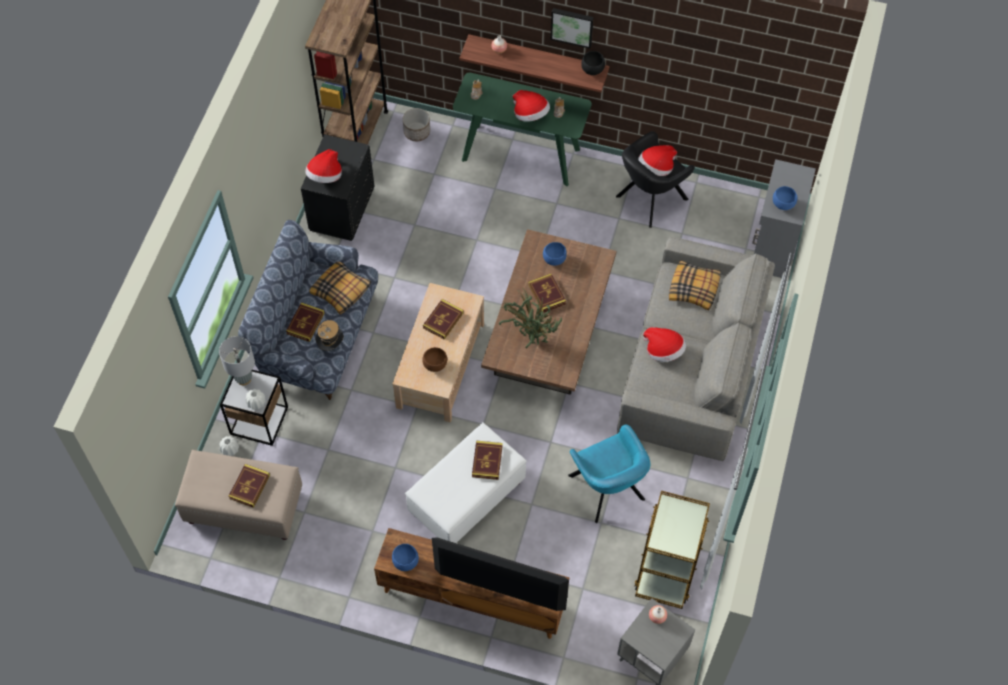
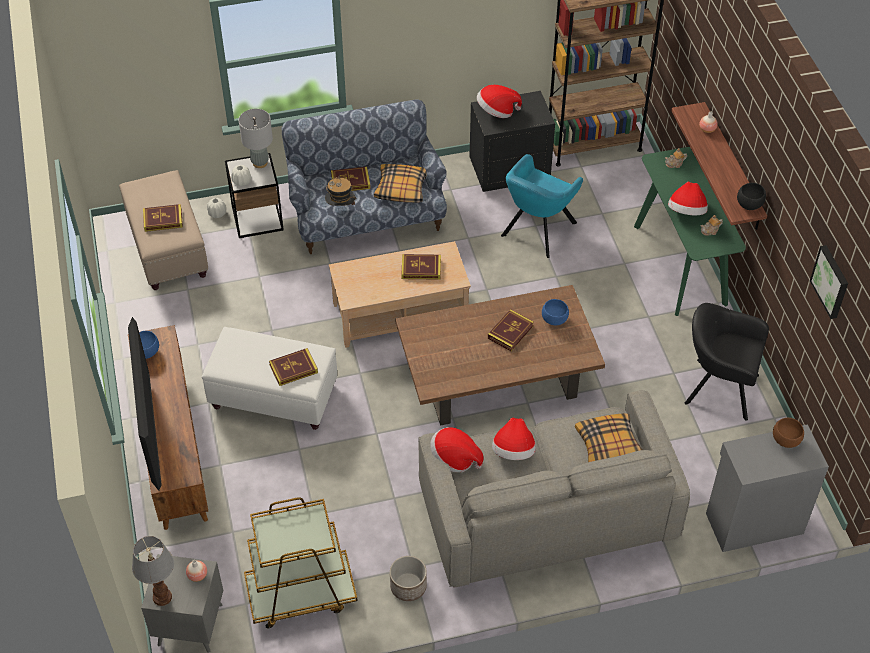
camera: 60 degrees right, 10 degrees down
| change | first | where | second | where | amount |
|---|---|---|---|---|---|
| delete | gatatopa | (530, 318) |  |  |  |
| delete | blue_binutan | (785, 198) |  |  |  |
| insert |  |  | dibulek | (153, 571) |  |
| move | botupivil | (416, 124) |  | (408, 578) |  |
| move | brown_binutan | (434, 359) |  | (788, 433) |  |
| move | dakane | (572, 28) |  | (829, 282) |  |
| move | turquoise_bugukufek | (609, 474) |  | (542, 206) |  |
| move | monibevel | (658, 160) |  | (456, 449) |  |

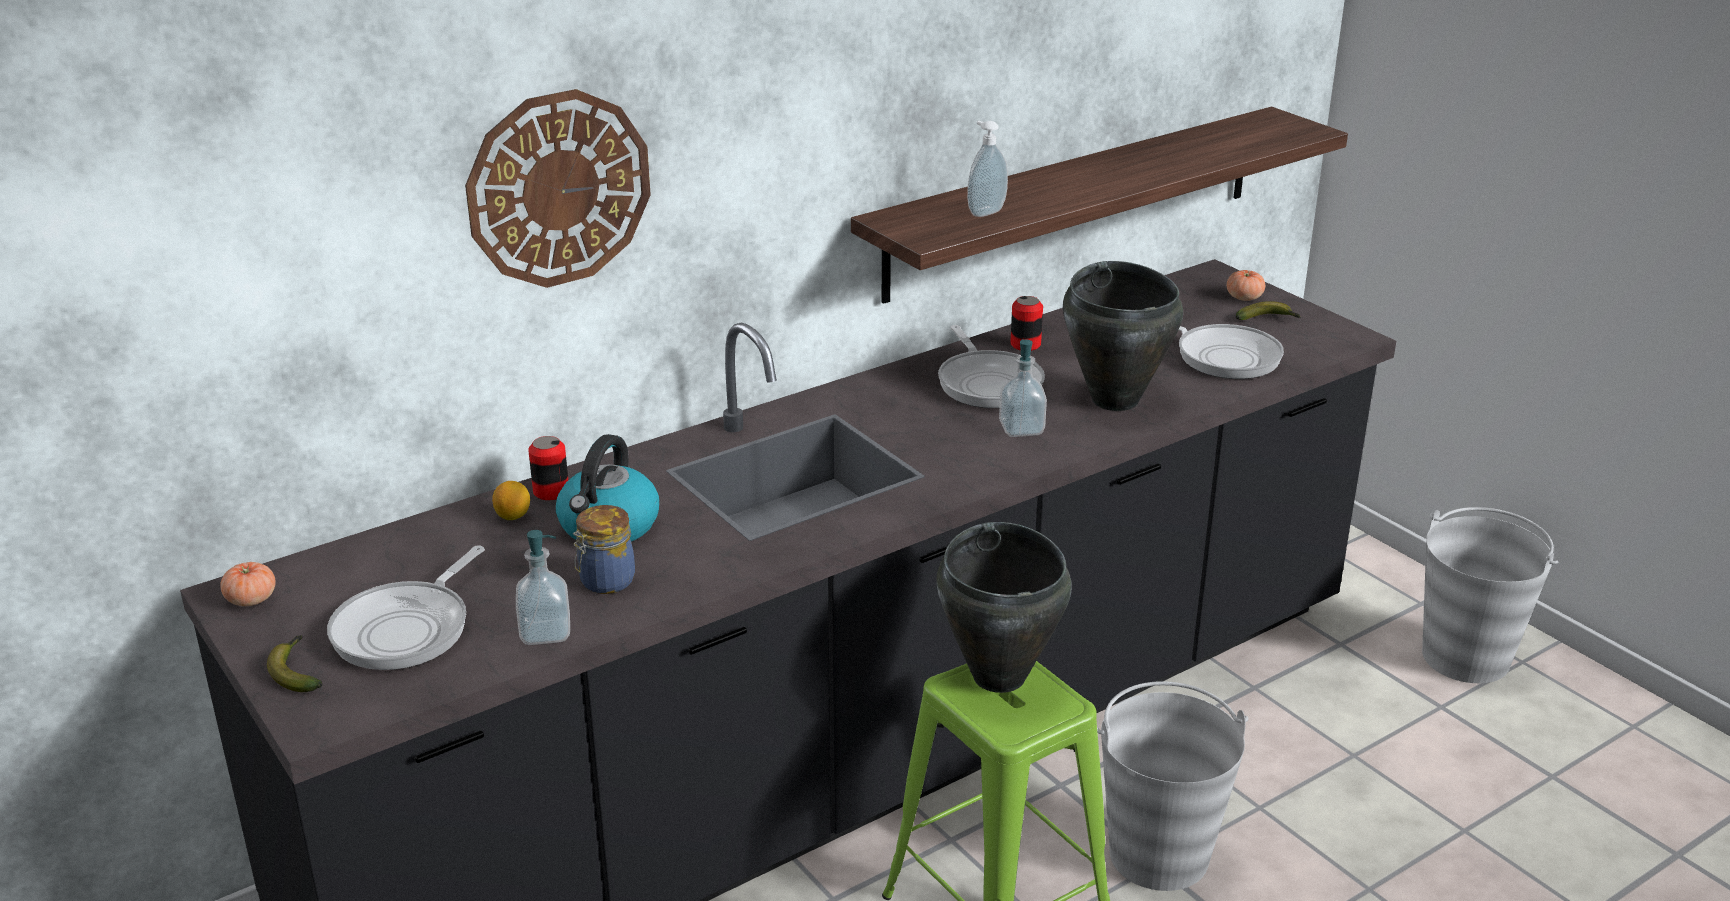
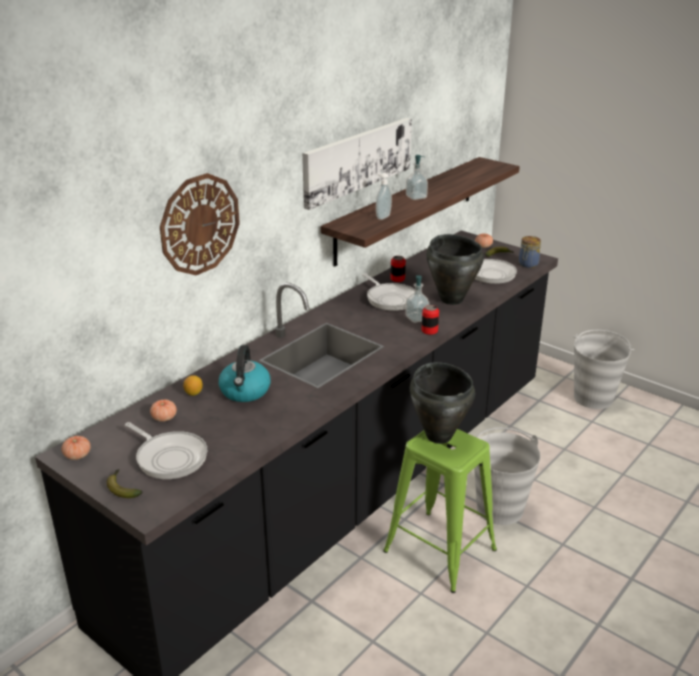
camera: 15 degrees left, 0 degrees up
| change | first | where | second | where | amount |
|---|---|---|---|---|---|
| insert |  |  | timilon | (163, 410) |  |
| insert |  |  | dakane | (357, 164) |  |
| move | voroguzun | (543, 587) |  | (417, 177) |  |
| move | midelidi | (548, 468) |  | (430, 320) |  |
| move | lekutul | (604, 549) |  | (530, 252) |  |
| rotate | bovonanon | (406, 607) |  | (166, 450) | 60 degrees counterclockwise |

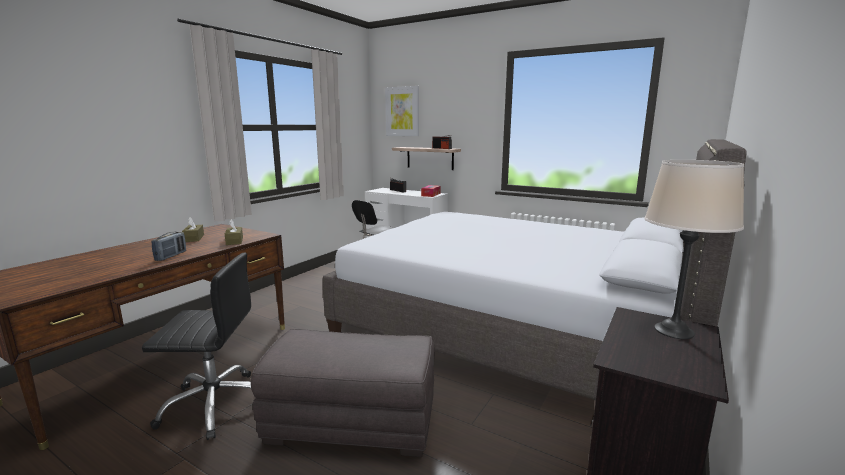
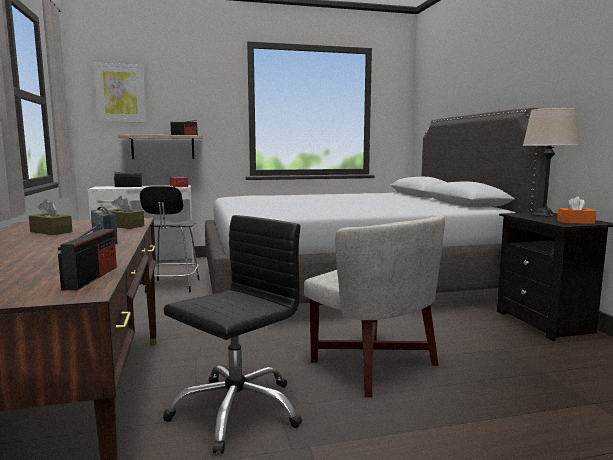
camera: 45 degrees left, 5 degrees down
| change | first | where | second | where | amount |
|---|---|---|---|---|---|
| insert |  |  | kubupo | (87, 256) |  |
| insert |  |  | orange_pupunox | (576, 210) |  |
| replace | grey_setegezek | (343, 393) | white_bugukufek | (374, 306) |  |

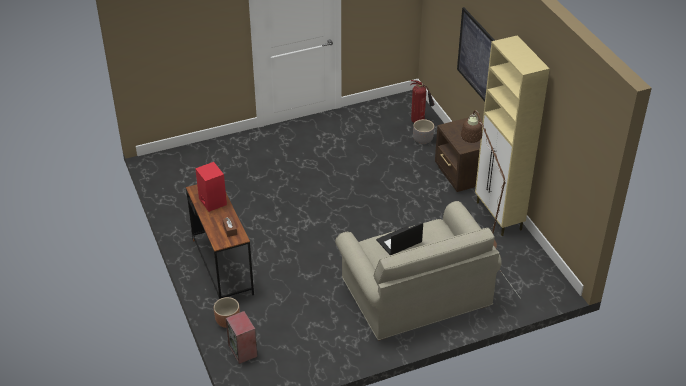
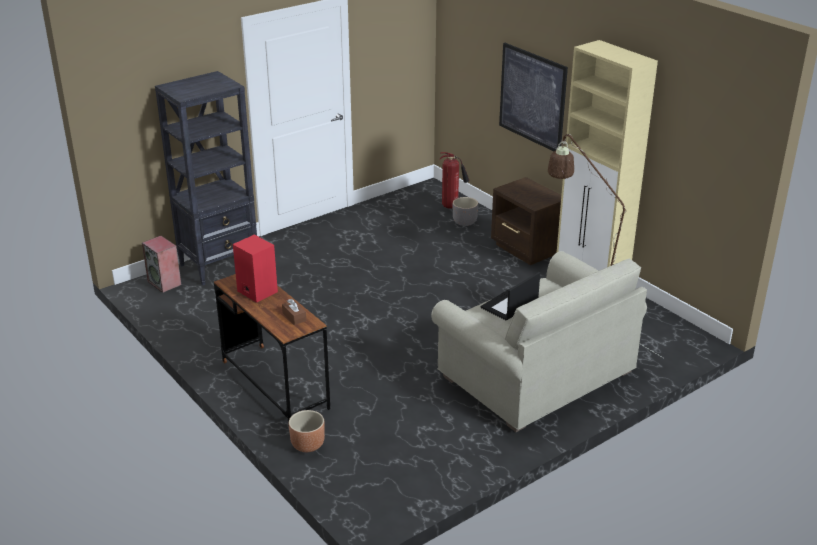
camera: 15 degrees left, 10 degrees down
| change | first | where | second | where | amount |
|---|---|---|---|---|---|
| insert |  |  | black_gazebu | (206, 178) |  |
| move | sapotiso | (242, 337) |  | (161, 264) |  |

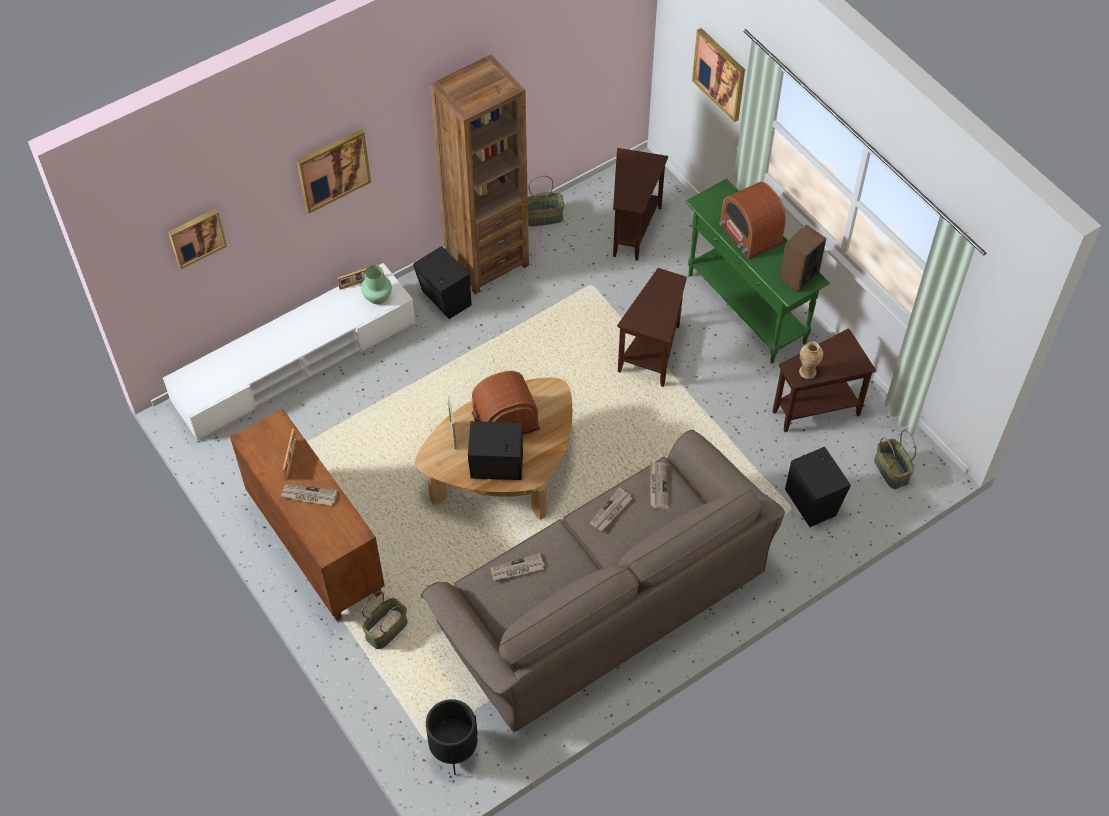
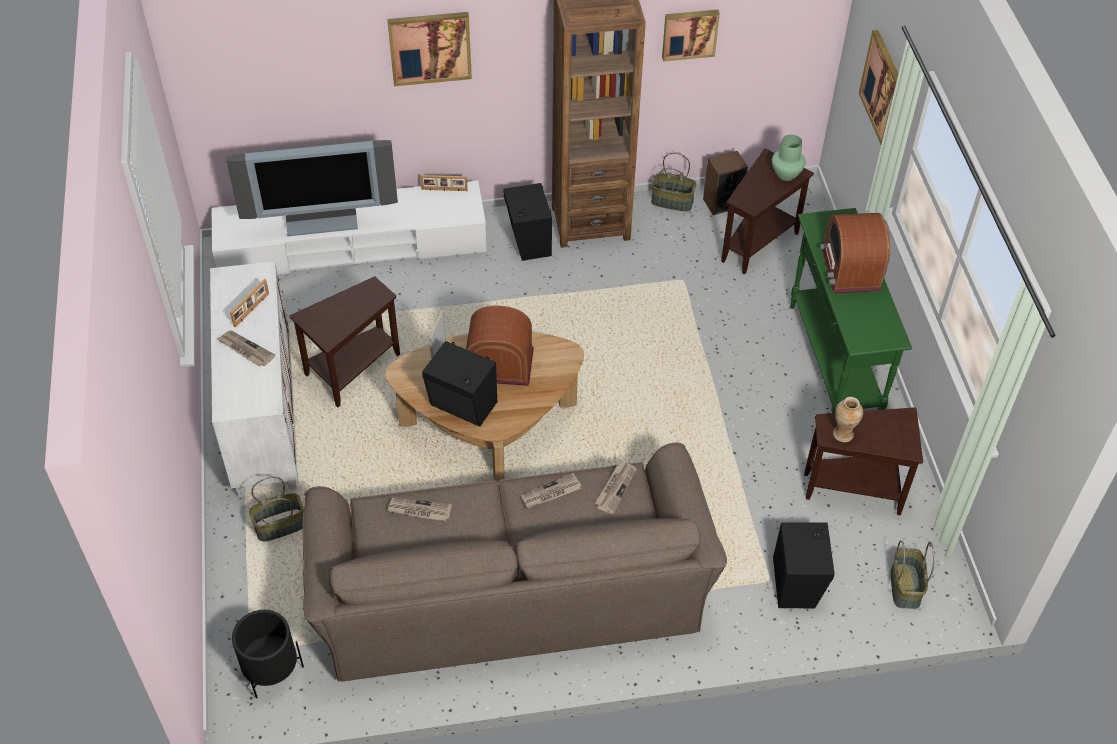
camera: 25 degrees right, 5 degrees down
| change | first | where | second | where | amount |
|---|---|---|---|---|---|
| insert |  |  | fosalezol | (312, 188) |  |
| move | dakane | (197, 239) |  | (691, 36) |  |
| move | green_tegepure | (376, 284) |  | (788, 158) |  |
| move | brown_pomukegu | (652, 327) |  | (345, 342) |  |
| move | sapotiso | (802, 259) |  | (725, 183) |  |
| recolor | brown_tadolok | (307, 515) | white_tadolok | (254, 379) |  |

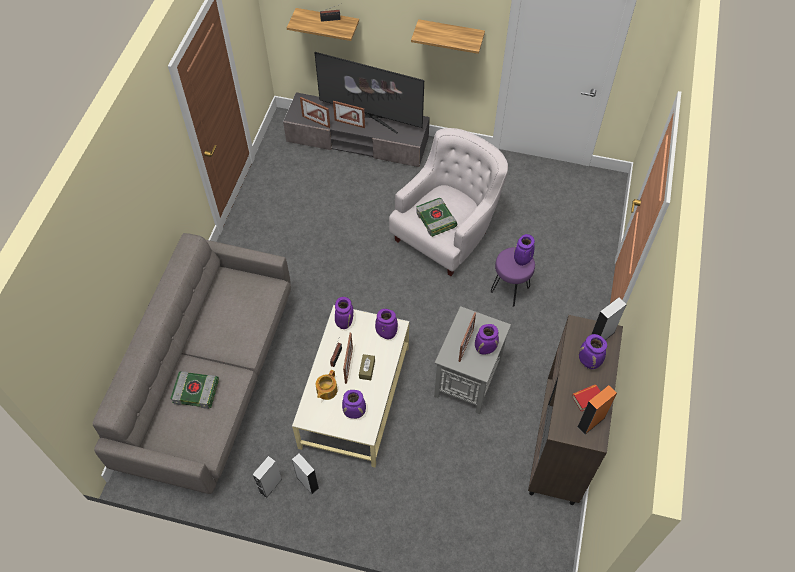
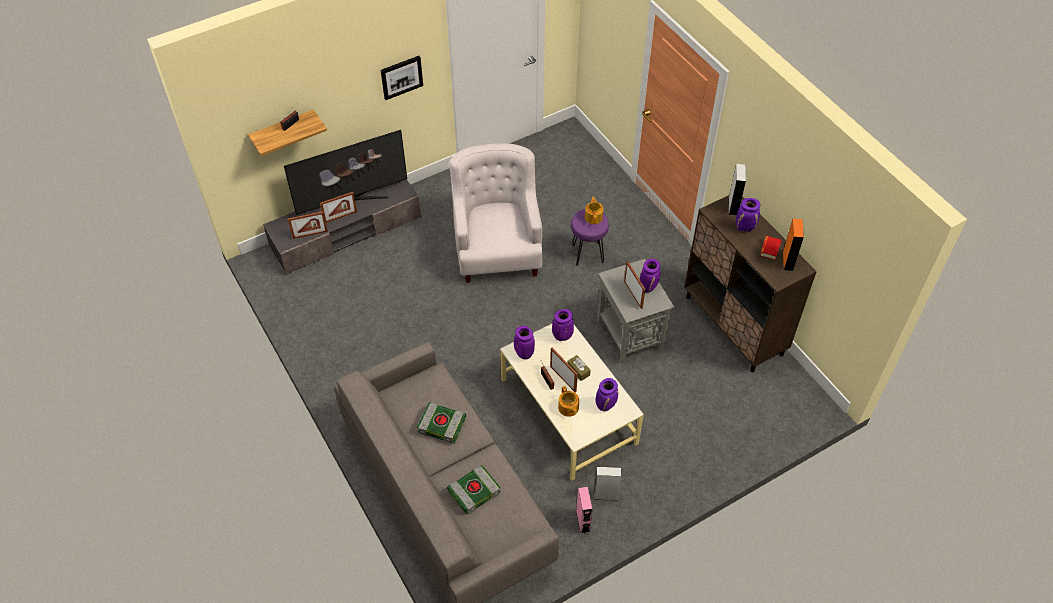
camera: 45 degrees left, 5 degrees down
| change | first | where | second | where | amount |
|---|---|---|---|---|---|
| move | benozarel | (436, 217) |  | (441, 423) |  |
| replace | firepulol | (448, 36) | dakane | (401, 78) |  |
| replace | purple_tegepure | (524, 250) | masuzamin | (594, 210) |  |
| recolor | grey_sapotiso | (267, 477) | pink_sapotiso | (584, 510) |  |

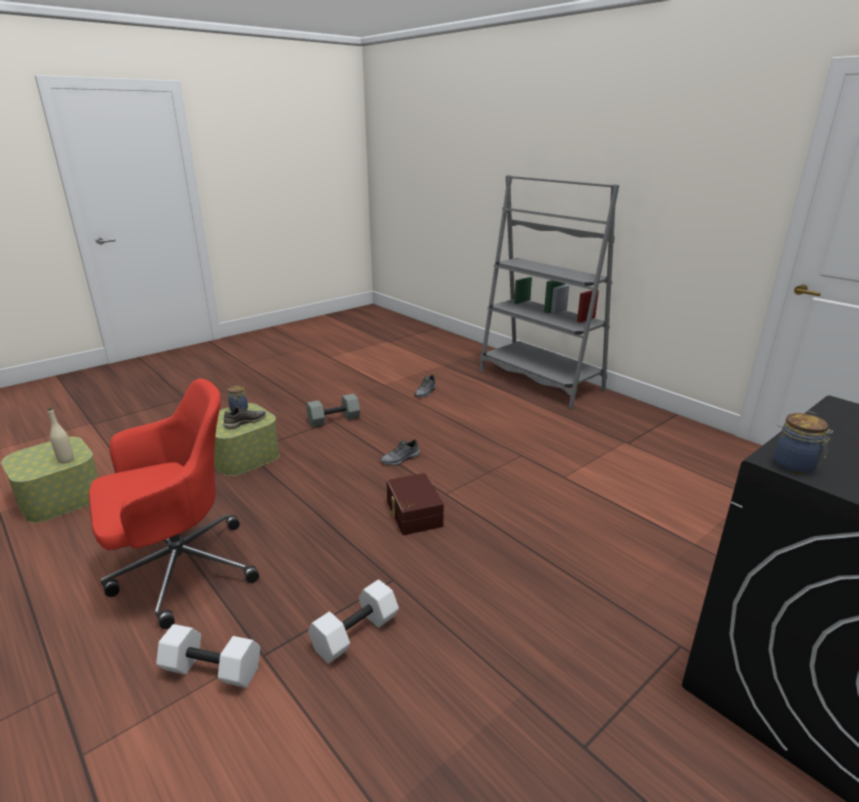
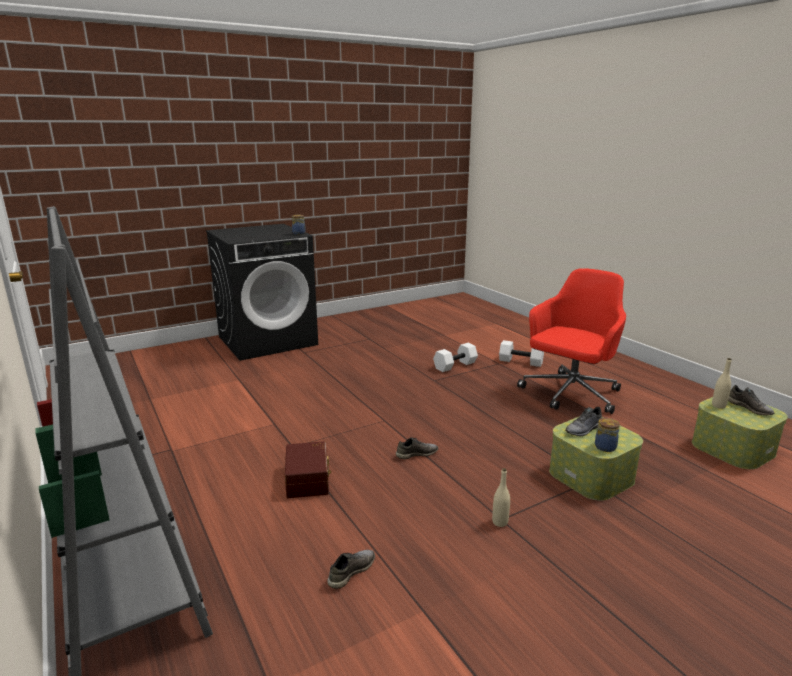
camera: 170 degrees left, 5 degrees down
| change | first | where | second | where | amount |
|---|---|---|---|---|---|
| insert |  |  | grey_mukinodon | (751, 400) |  |
| move | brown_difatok | (415, 504) |  | (308, 469) |  |
| replace | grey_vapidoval | (333, 410) | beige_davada | (501, 497) |  |
| rotate | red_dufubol | (174, 503) |  | (571, 341) | 150 degrees clockwise |

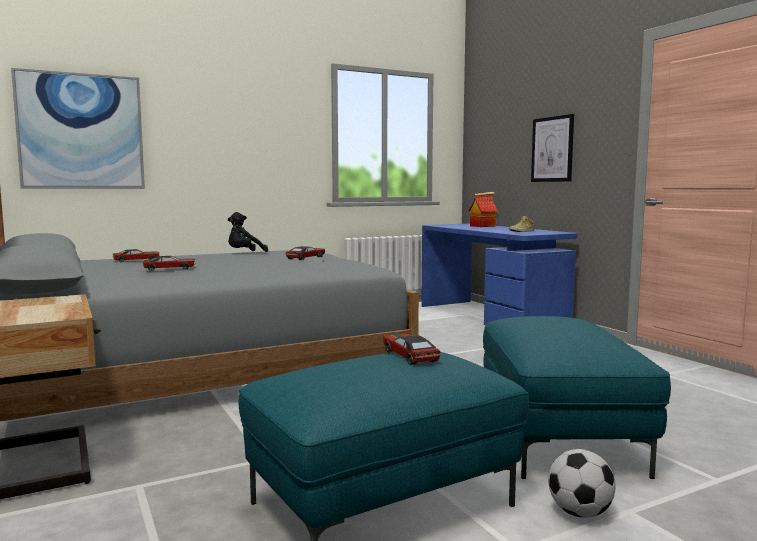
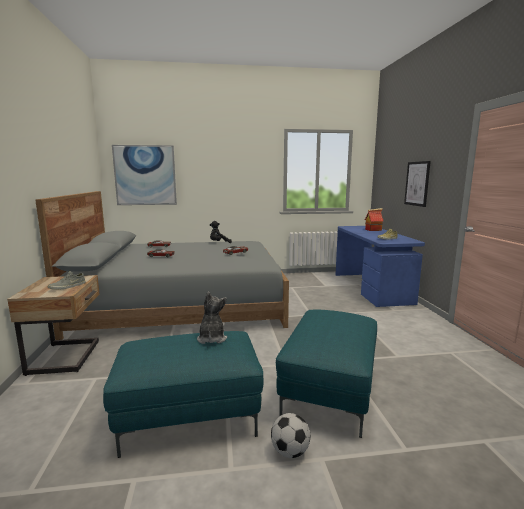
camera: 20 degrees right, 5 degrees up
| change | first | where | second | where | amount |
|---|---|---|---|---|---|
| insert |  |  | grey_mukinodon | (66, 280) |  |
| replace | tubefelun | (412, 349) | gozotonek | (212, 318) |  |

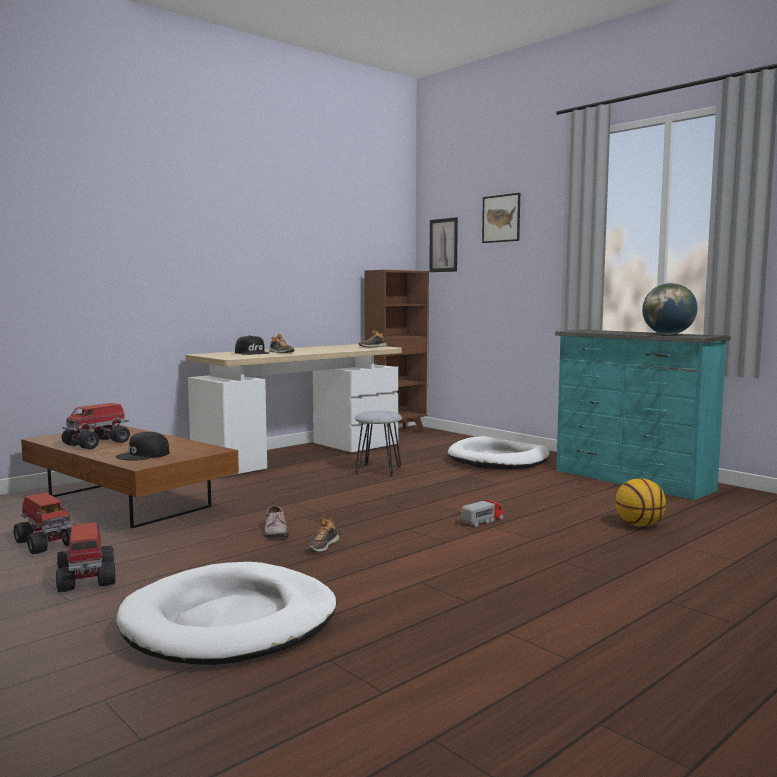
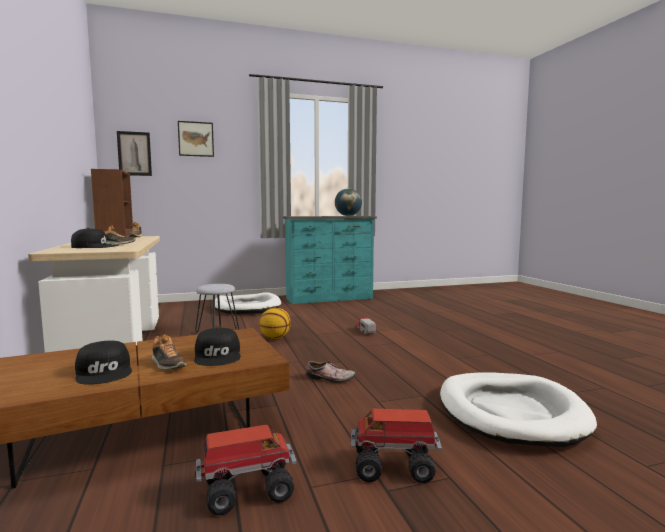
camera: 65 degrees left, 0 degrees up
| change | first | where | second | where | amount |
|---|---|---|---|---|---|
| move | mukinodon | (322, 535) |  | (169, 352) |  |
| move | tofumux | (640, 502) |  | (275, 323) |  |
| replace | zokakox | (96, 426) | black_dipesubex | (103, 362) |  |

